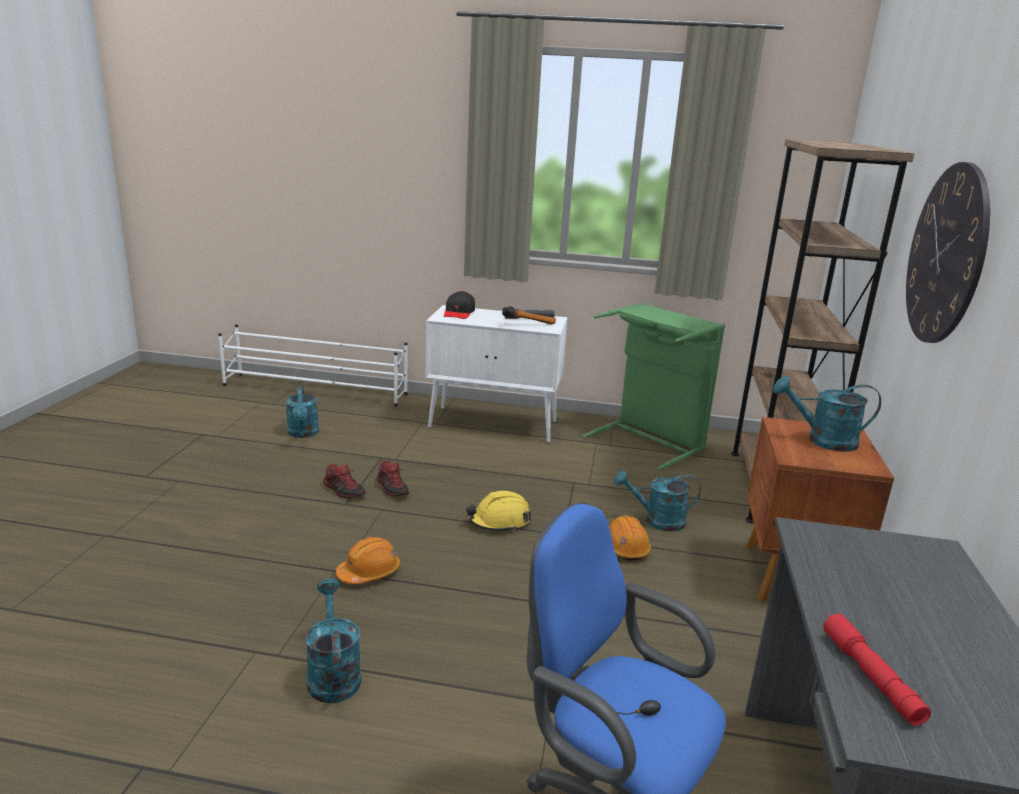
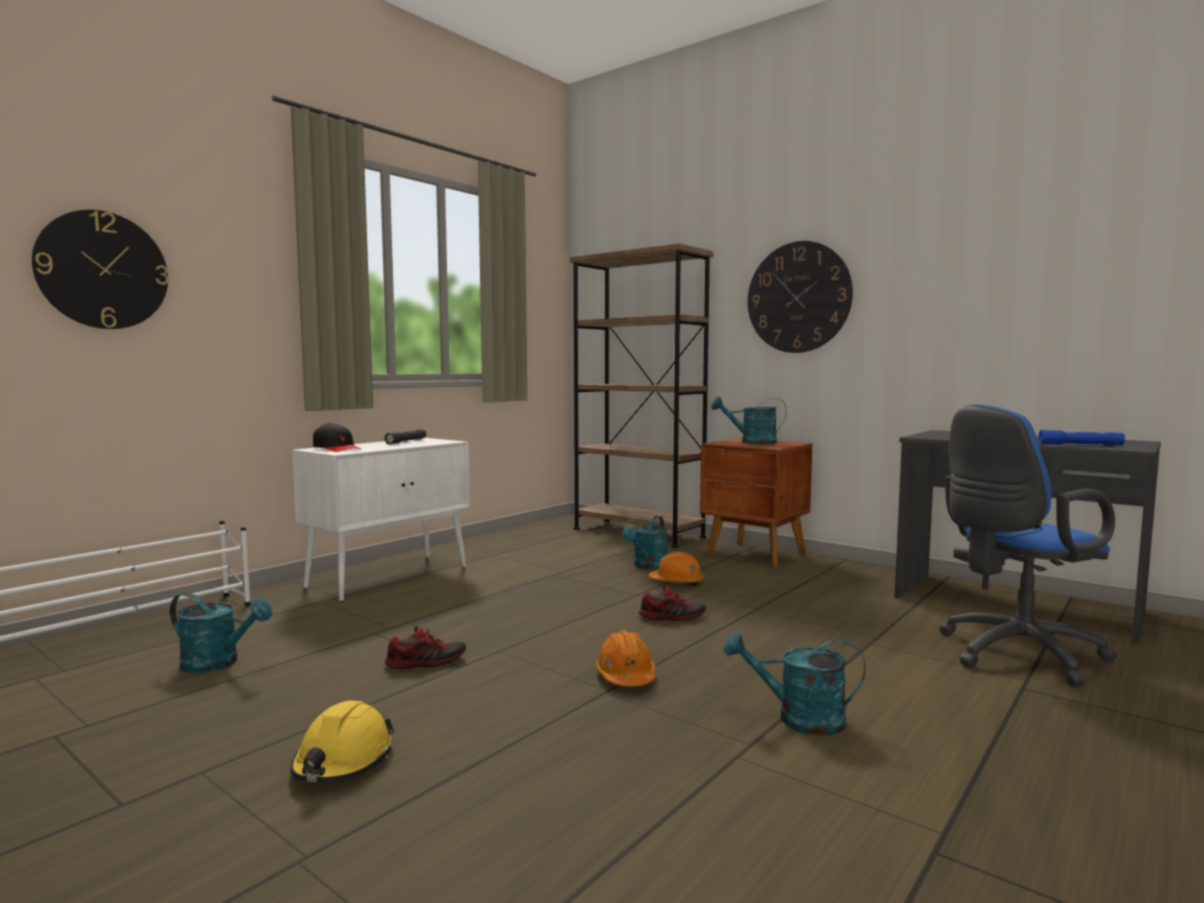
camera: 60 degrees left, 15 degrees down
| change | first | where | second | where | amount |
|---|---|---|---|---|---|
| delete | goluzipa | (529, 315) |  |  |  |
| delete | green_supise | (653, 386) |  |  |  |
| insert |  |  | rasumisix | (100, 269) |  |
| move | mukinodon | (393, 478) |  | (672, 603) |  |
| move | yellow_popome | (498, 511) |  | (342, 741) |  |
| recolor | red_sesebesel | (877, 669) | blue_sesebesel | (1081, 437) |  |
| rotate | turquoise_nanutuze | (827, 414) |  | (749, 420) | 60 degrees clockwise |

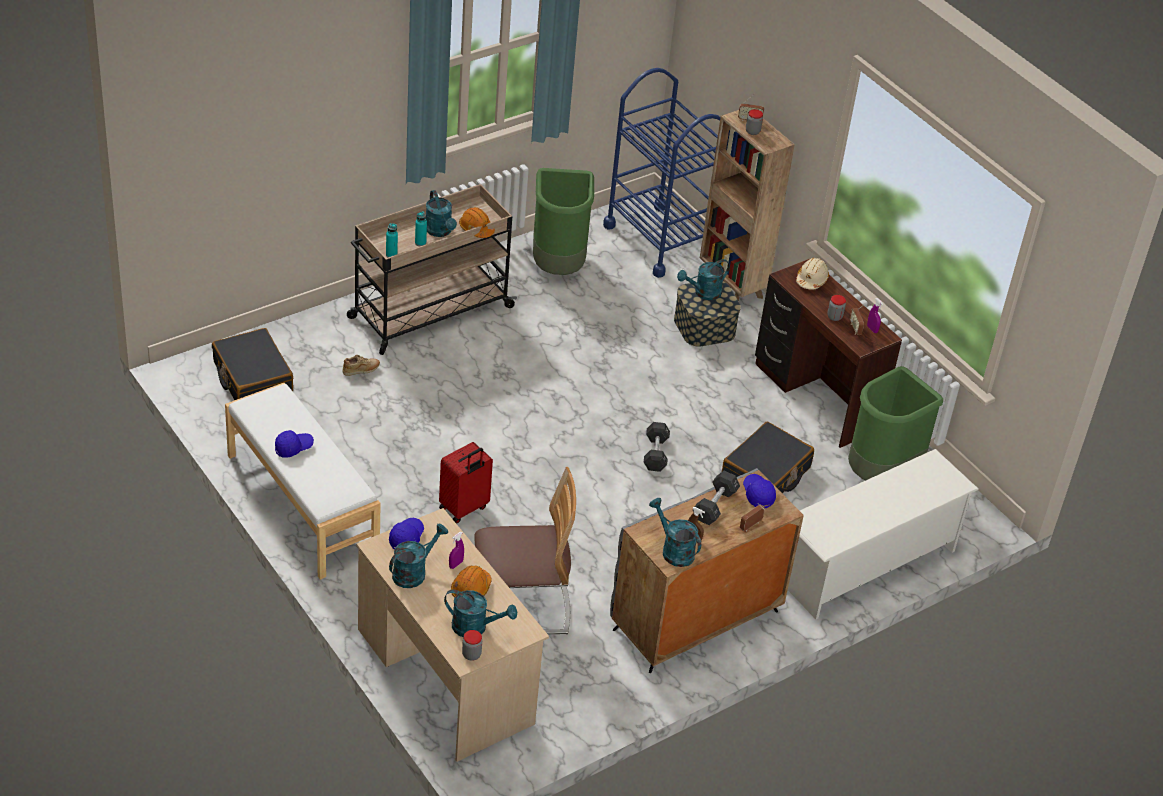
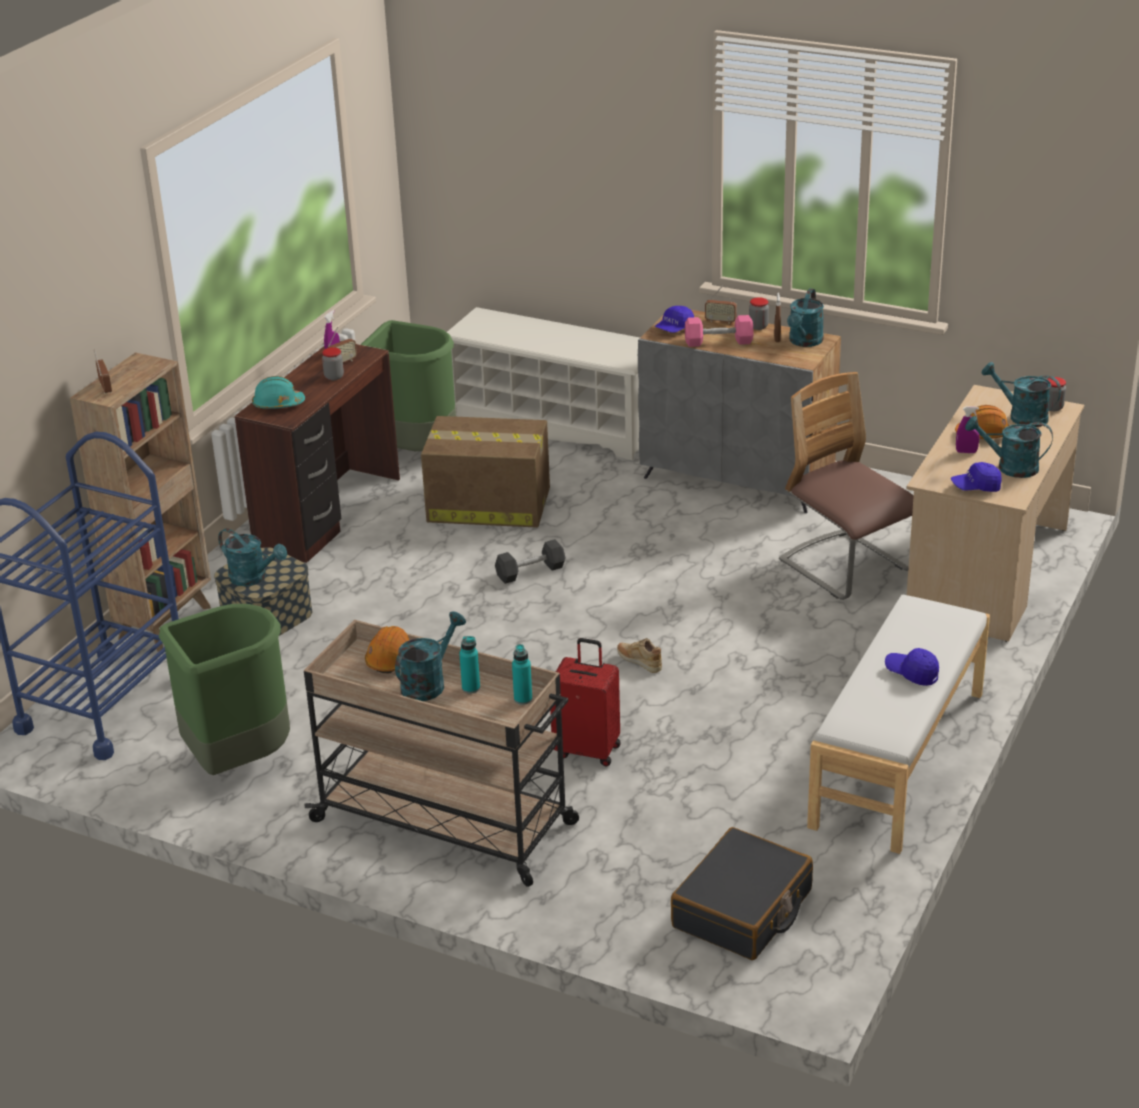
camera: 115 degrees left, 10 degrees down
| change | first | where | second | where | amount |
|---|---|---|---|---|---|
| move | beige_mukinodon | (361, 365) |  | (639, 655) |  |
| move | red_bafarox | (466, 483) |  | (585, 702) |  |
| move | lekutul | (754, 122) |  | (759, 313) |  |
| replace | black_bafarox | (768, 457) | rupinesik | (485, 472) |  |
| recolor | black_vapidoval | (716, 498) | pink_vapidoval | (719, 331) |  |
| recolor | beige_popome | (812, 274) | turquoise_popome | (278, 392) |  |
| rotate | turquoise_nanutuze | (480, 613) |  | (1021, 394) | 45 degrees counterclockwise |

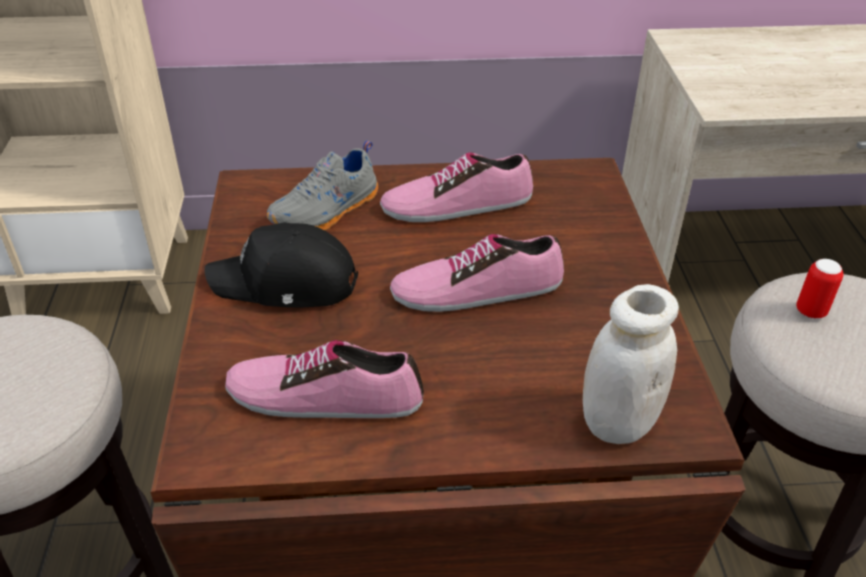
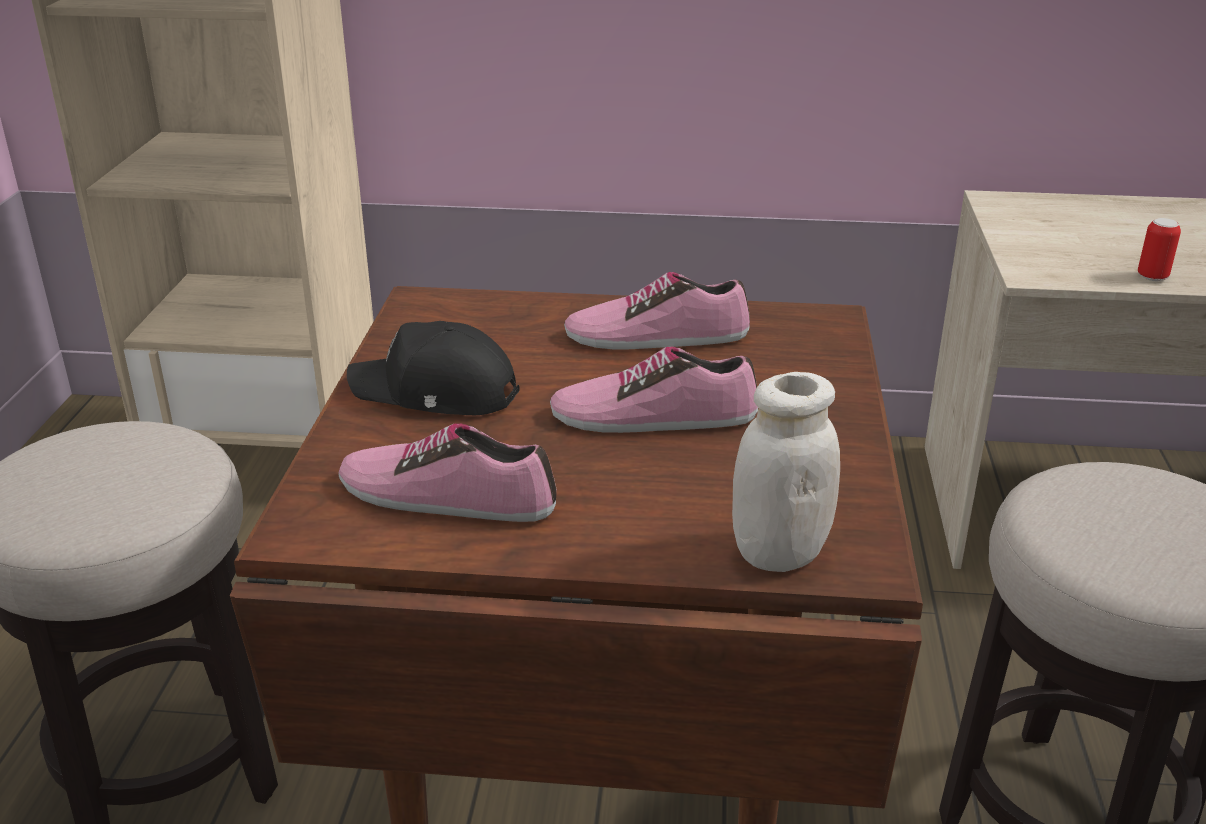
camera: 10 degrees right, 10 degrees down
| change | first | where | second | where | amount |
|---|---|---|---|---|---|
| delete | grey_mukinodon | (322, 185) |  |  |  |
| move | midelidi | (819, 289) |  | (1159, 249) |  |

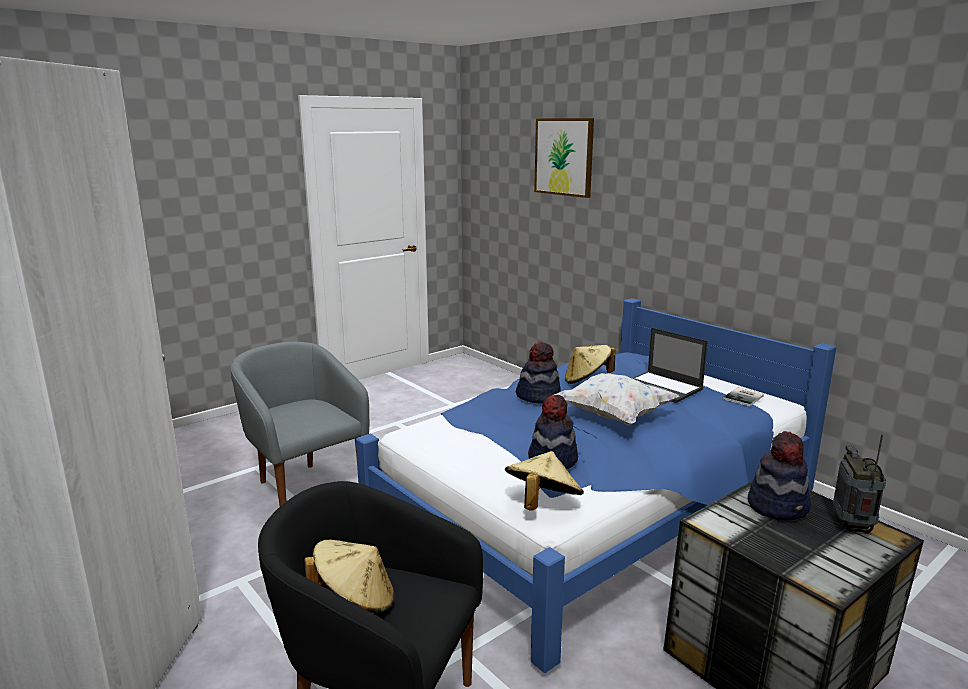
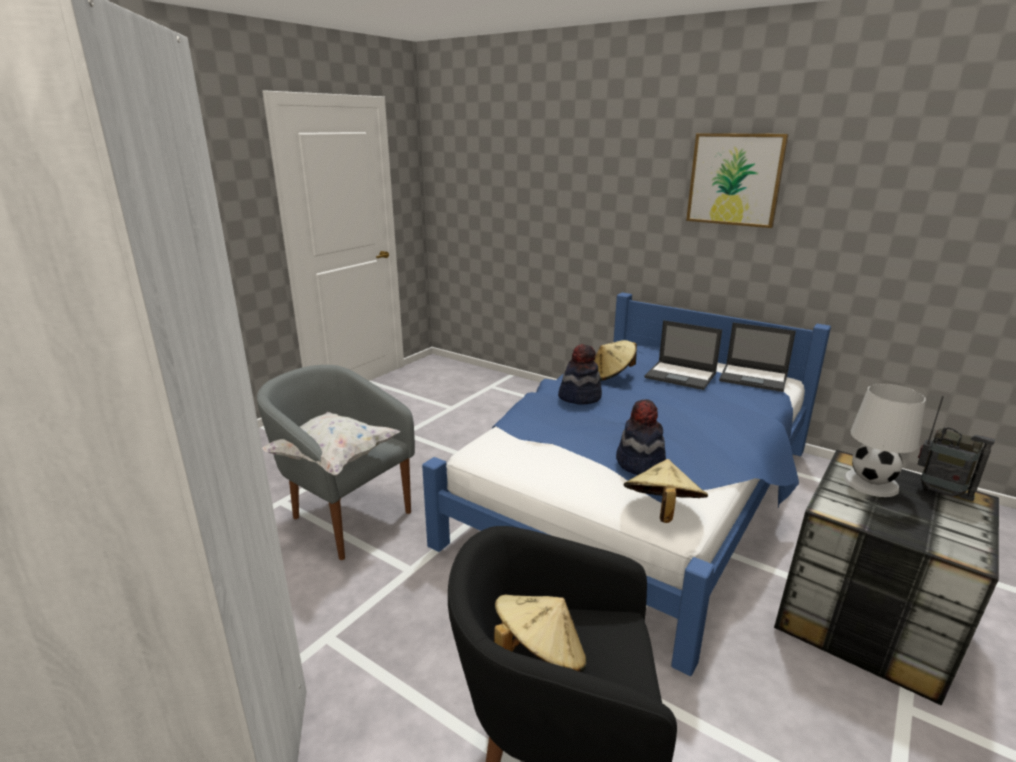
camera: 15 degrees left, 5 degrees up
| change | first | where | second | where | amount |
|---|---|---|---|---|---|
| move | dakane | (564, 158) |  | (737, 180) |  |
| move | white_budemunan | (615, 399) |  | (331, 444) |  |
| replace | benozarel | (743, 397) | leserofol | (757, 357) |  |
| replace | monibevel | (779, 476) | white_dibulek | (885, 440) |  |
| rotate | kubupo | (859, 484) |  | (956, 448) | 135 degrees clockwise |

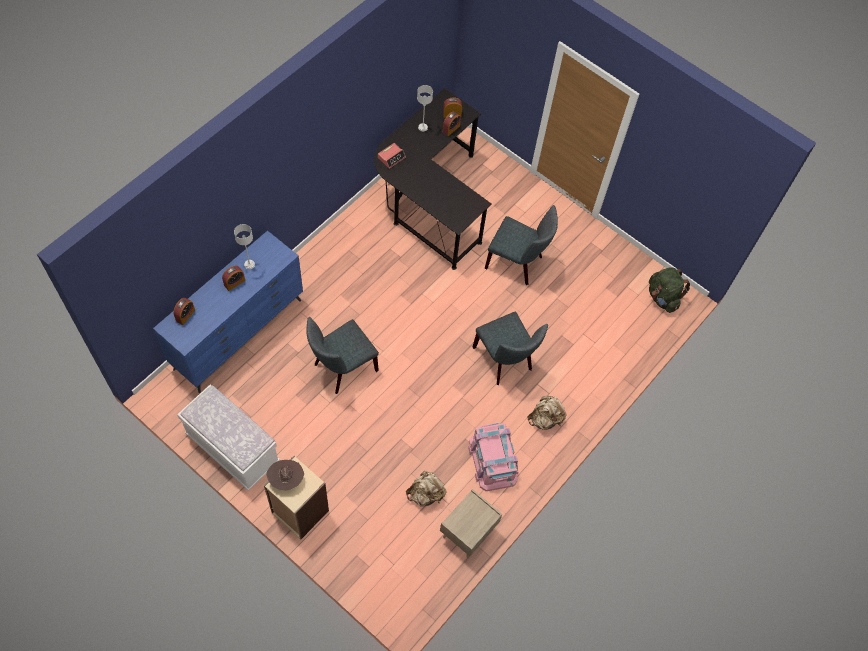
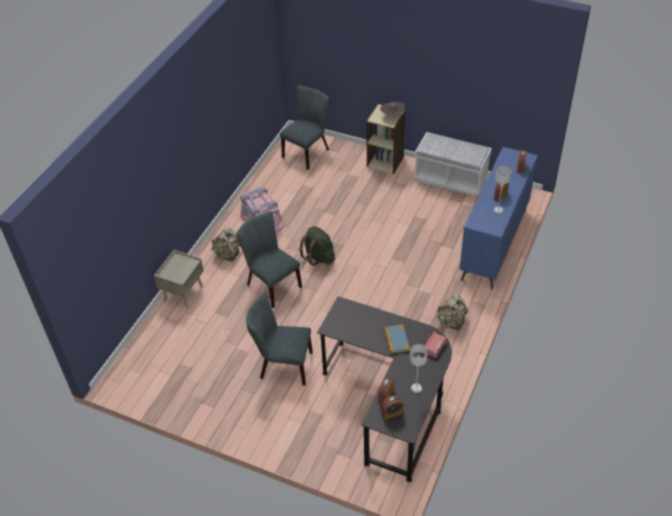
camera: 170 degrees right, 15 degrees down
| change | first | where | second | where | amount |
|---|---|---|---|---|---|
| insert |  |  | benozarel | (397, 339) |  |
| move | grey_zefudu | (342, 355) |  | (304, 127) |  |
| move | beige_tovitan | (426, 489) |  | (452, 312) |  |
| move | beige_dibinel | (471, 523) |  | (179, 279) |  |
| move | green_tovitan | (669, 290) |  | (317, 246) |  |

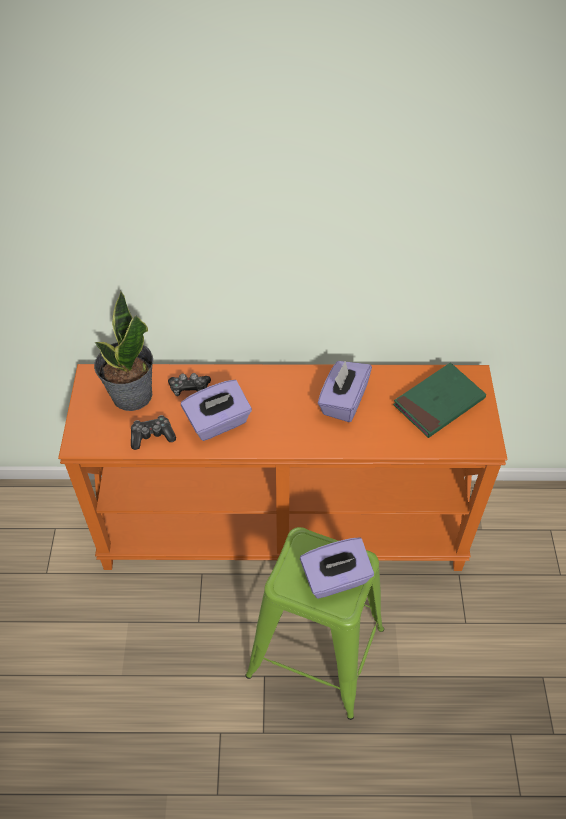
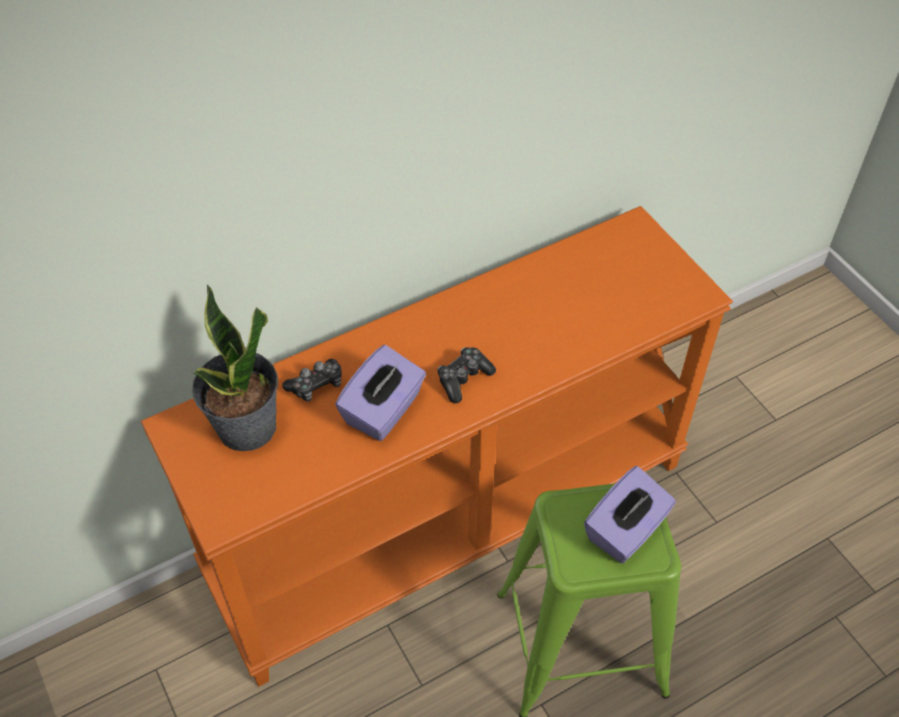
camera: 30 degrees left, 0 degrees up
| change | first | where | second | where | amount |
|---|---|---|---|---|---|
| delete | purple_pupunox | (345, 391) |  |  |  |
| delete | green_benozarel | (439, 400) |  |  |  |
| move | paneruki | (153, 432) |  | (466, 375) |  |

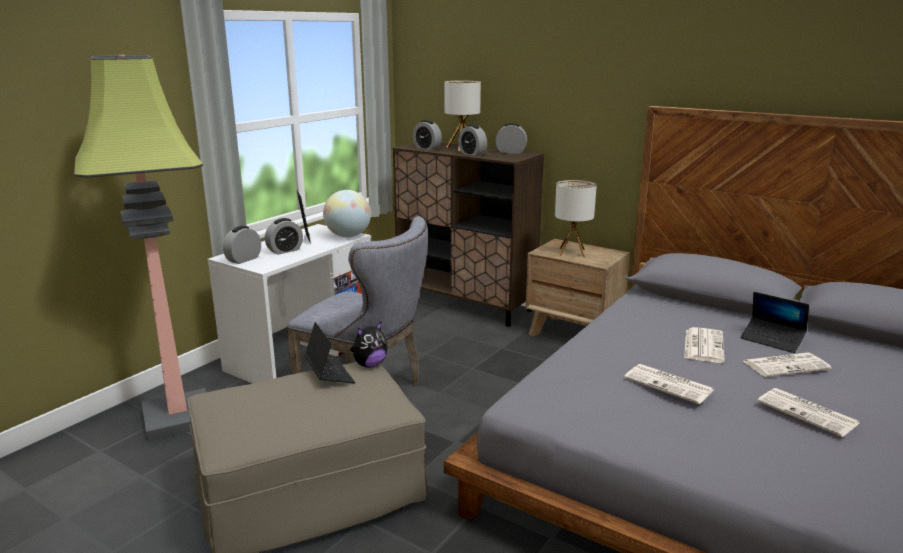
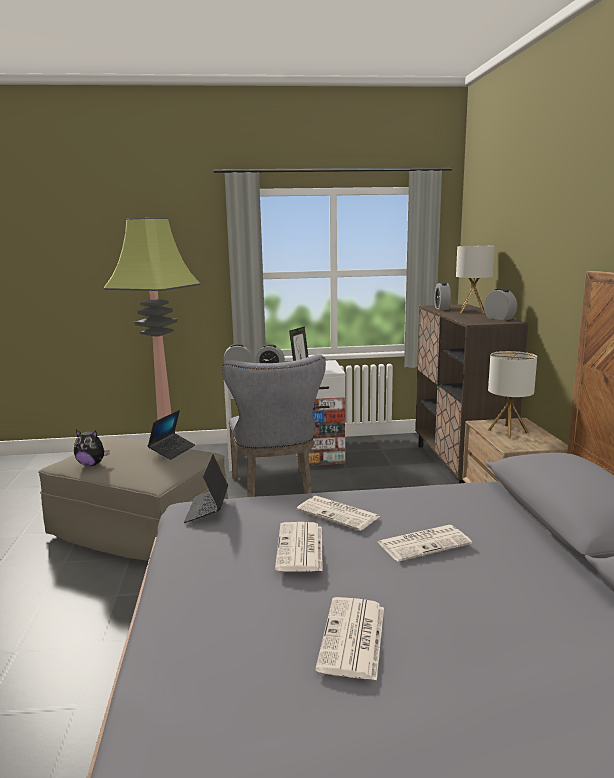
camera: 50 degrees right, 5 degrees down
| change | first | where | second | where | amount |
|---|---|---|---|---|---|
| delete | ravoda | (347, 213) |  |  |  |
| delete | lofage | (472, 140) |  |  |  |
| move | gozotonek | (369, 345) |  | (92, 448) |  |
| move | leserofol | (774, 322) |  | (206, 488) |  |
| move | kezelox | (787, 365) |  | (338, 513) |  |

